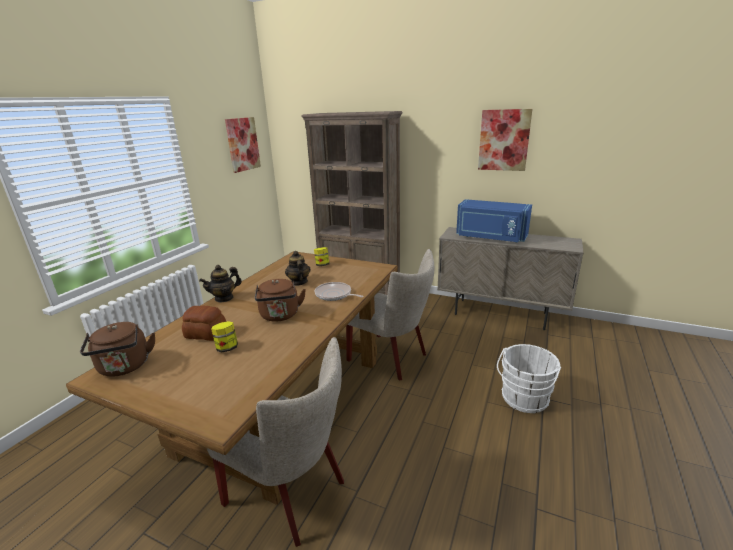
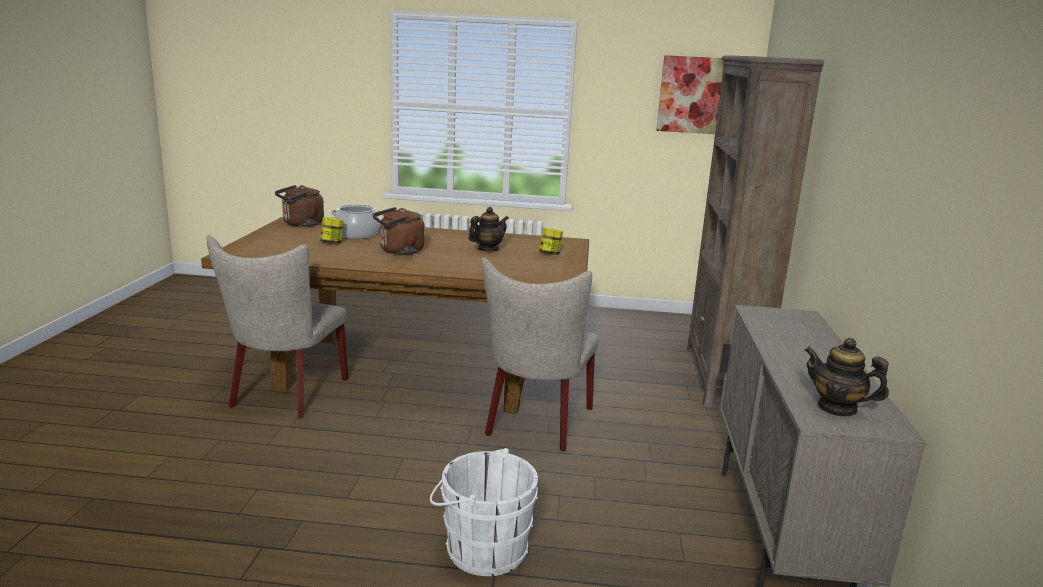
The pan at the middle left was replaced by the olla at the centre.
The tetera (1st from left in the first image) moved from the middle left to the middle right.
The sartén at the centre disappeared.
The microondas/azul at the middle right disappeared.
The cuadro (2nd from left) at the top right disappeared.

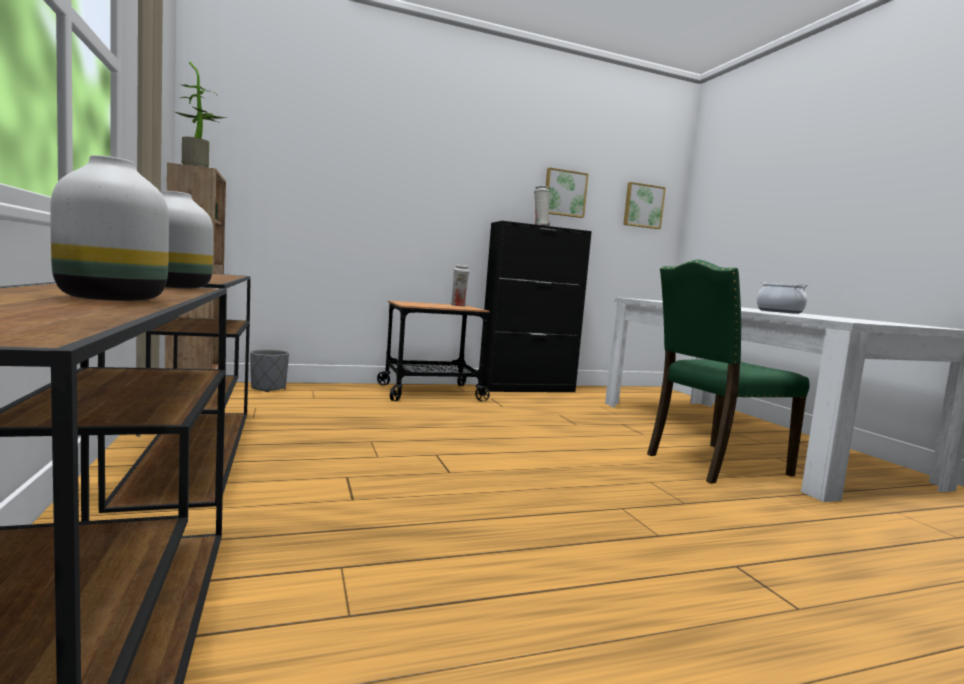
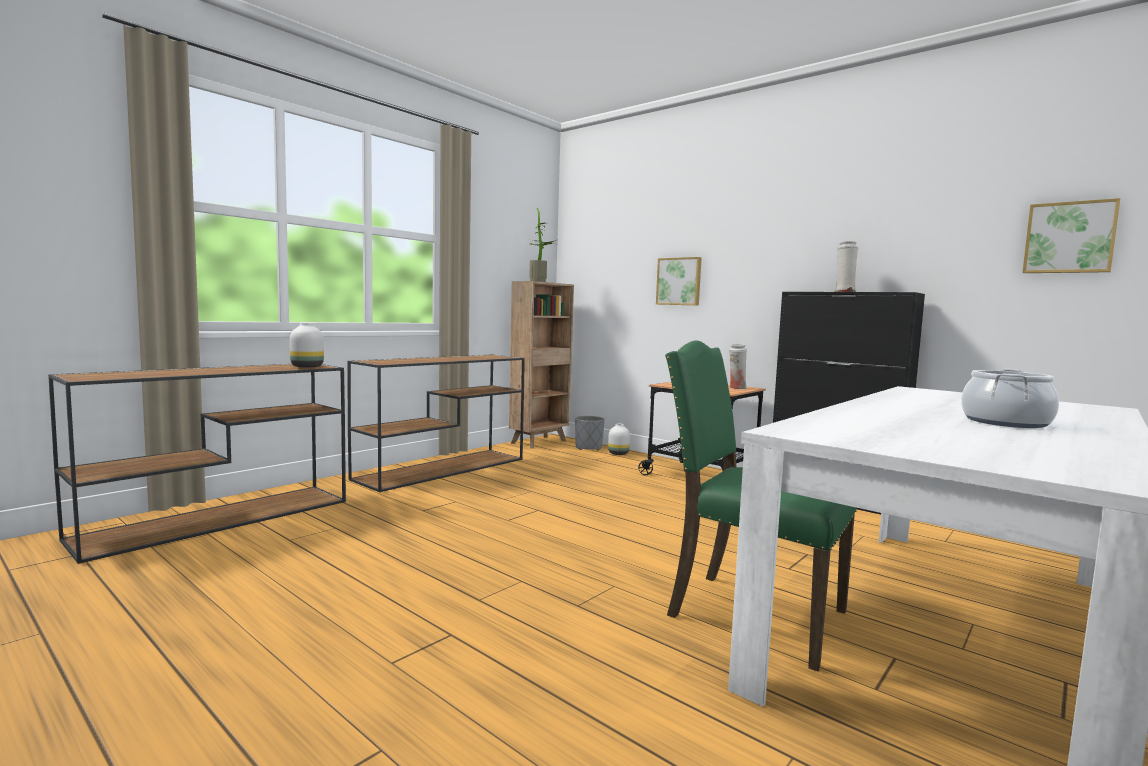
The florero/blanco (1st from left in the first image) moved from the middle left to the centre.
The cuadro (1st from left) moved from the top centre to the centre.

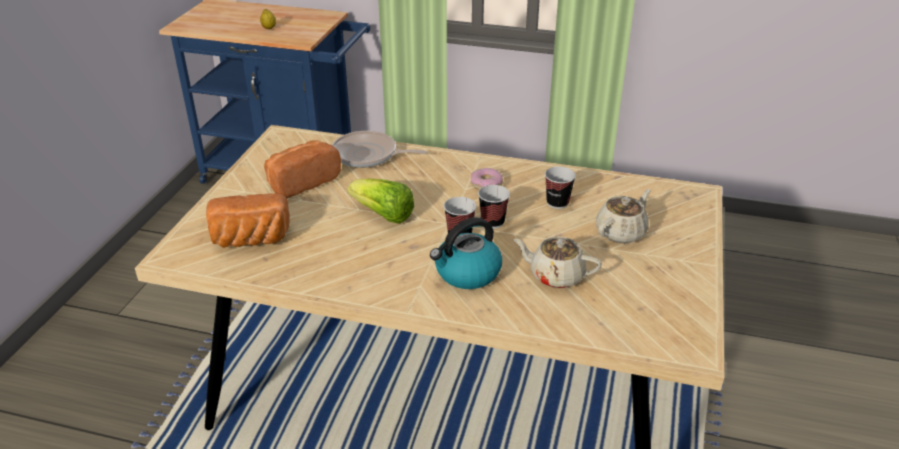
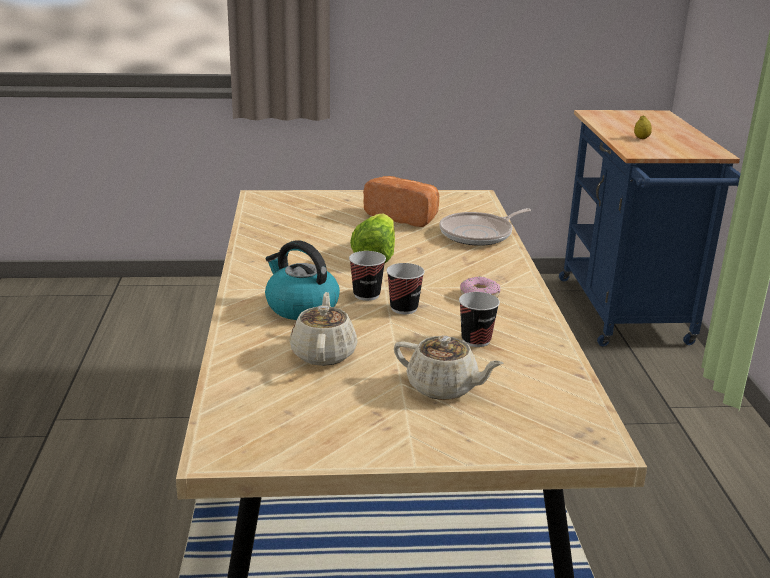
The sartén at the top centre turned 120 degrees counterclockwise.
The pan (1st from left) at the middle left disappeared.

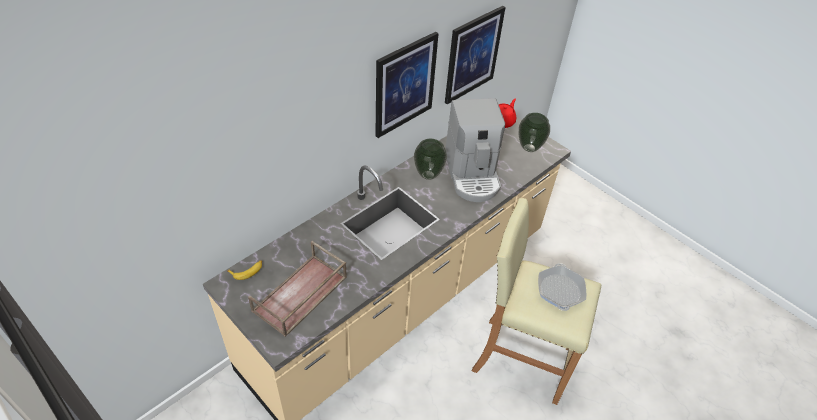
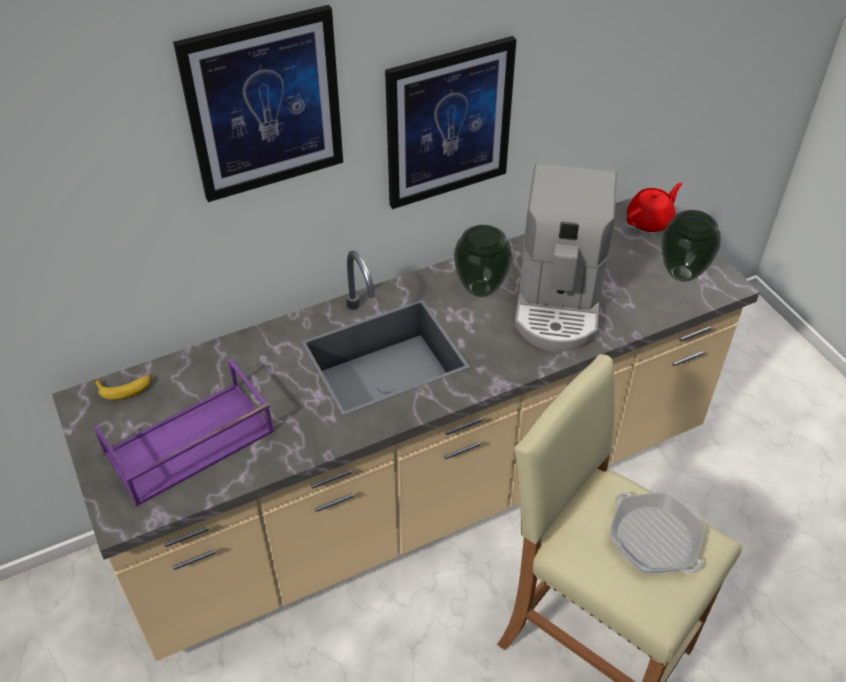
The bandeja/marrón at the bottom centre became the bandeja/morado at the middle left.
The cuadro (2nd from left in the first image) moved from the top centre to the top left.
The sartén at the bottom right turned 60 degrees counterclockwise.

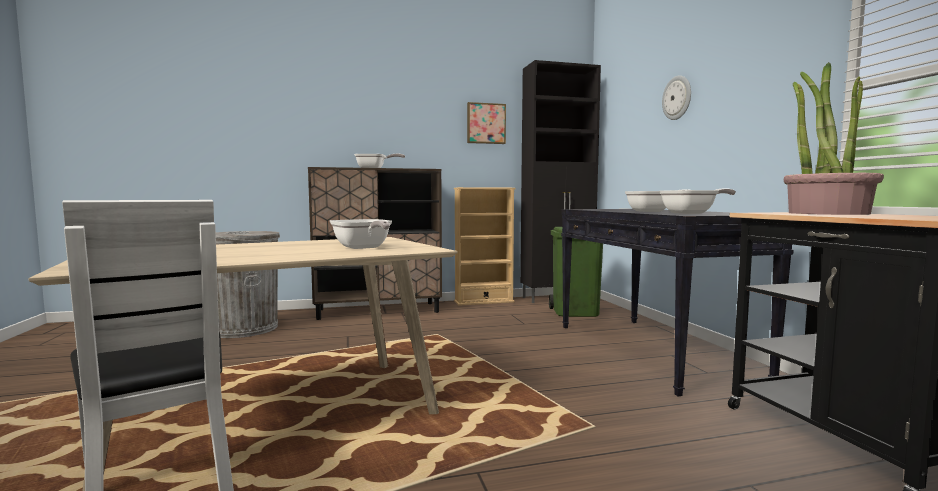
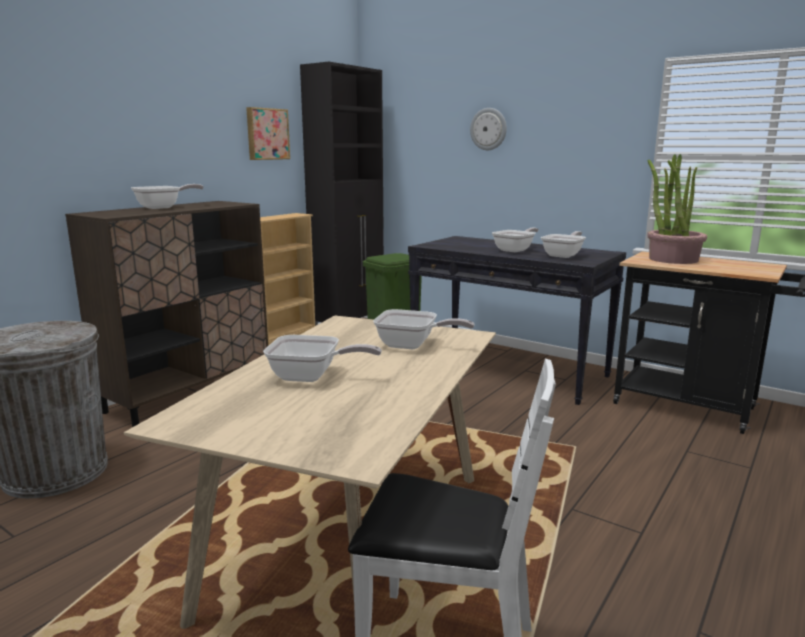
The sartén (2nd from left) at the centre appeared.

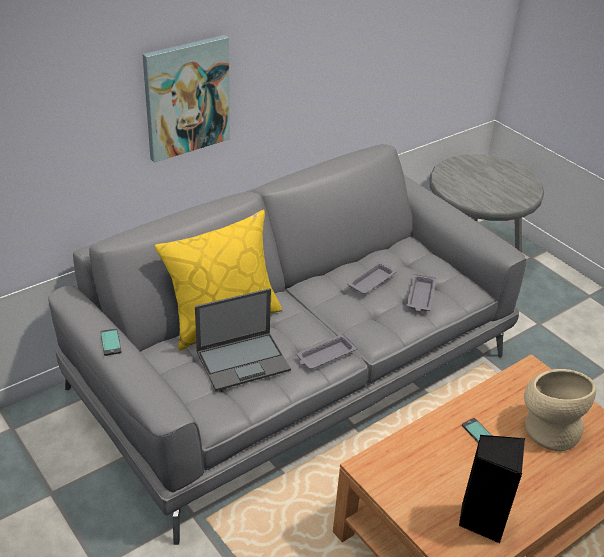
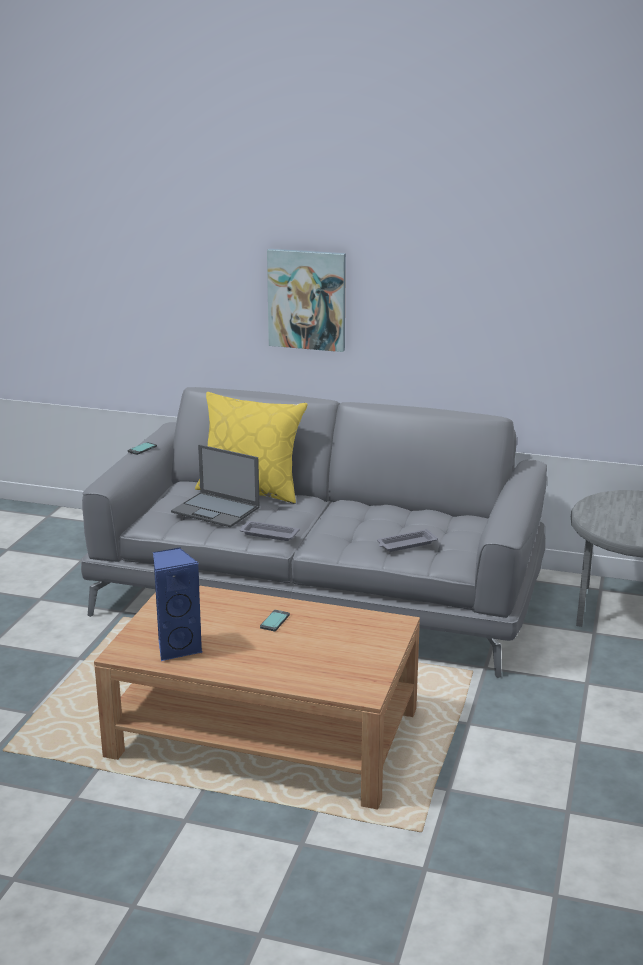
The altavoz/negro at the bottom right became the altavoz/azul at the middle left.
The bandeja/gris (2nd from left) at the centre disappeared.
The florero/beis at the bottom right disappeared.

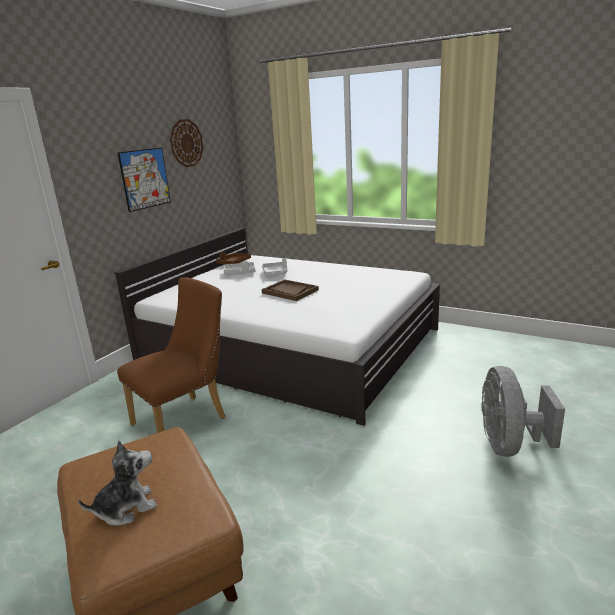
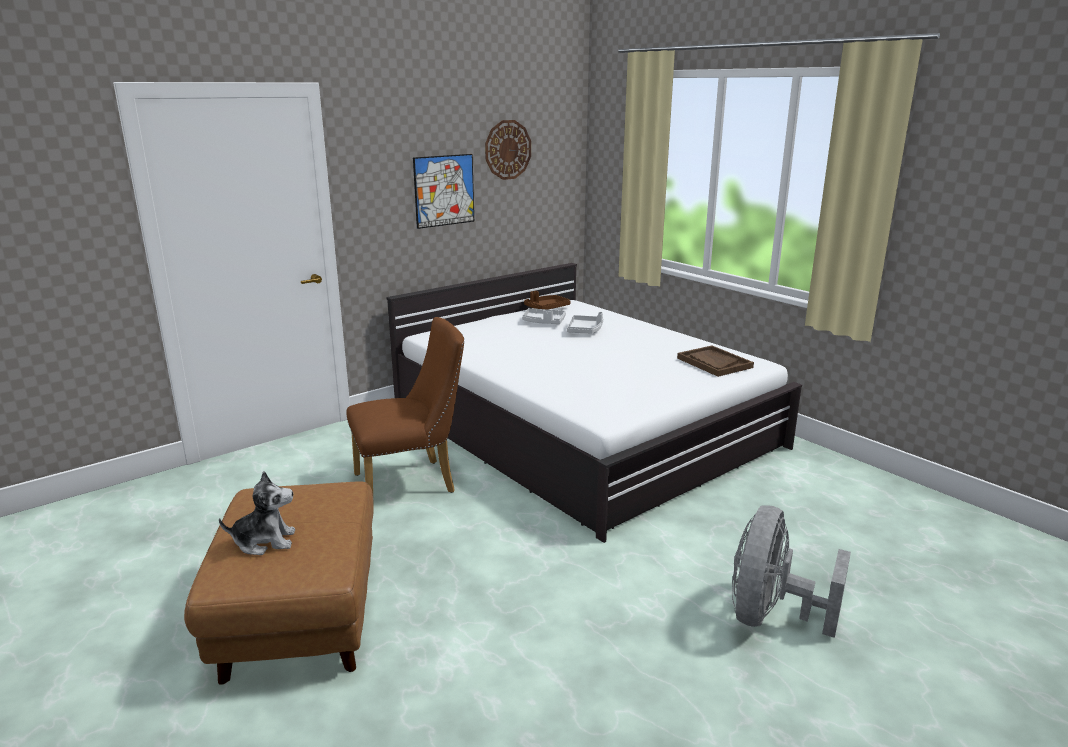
The bandeja/marrón (2nd from left) moved from the centre to the middle right.

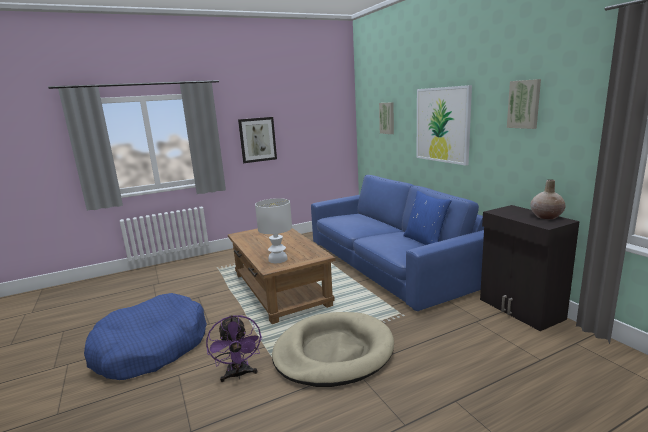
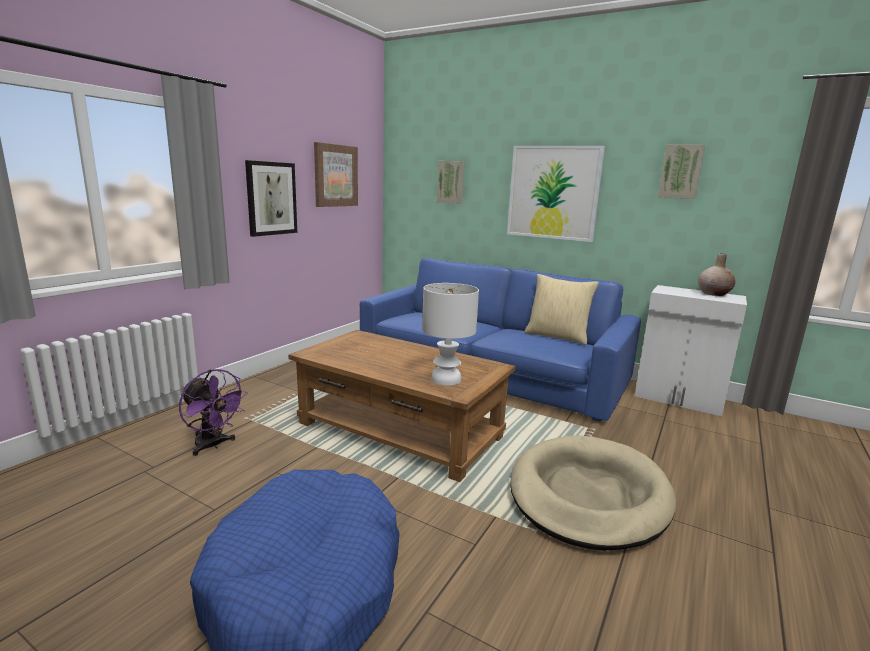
The ventilador/morado moved from the bottom centre to the middle left.
The cuadro (2nd from left) at the top centre appeared.
The cojín/azul at the centre became the cojín/beis at the centre.
The armario/negro at the middle right became the armario/blanco at the middle right.

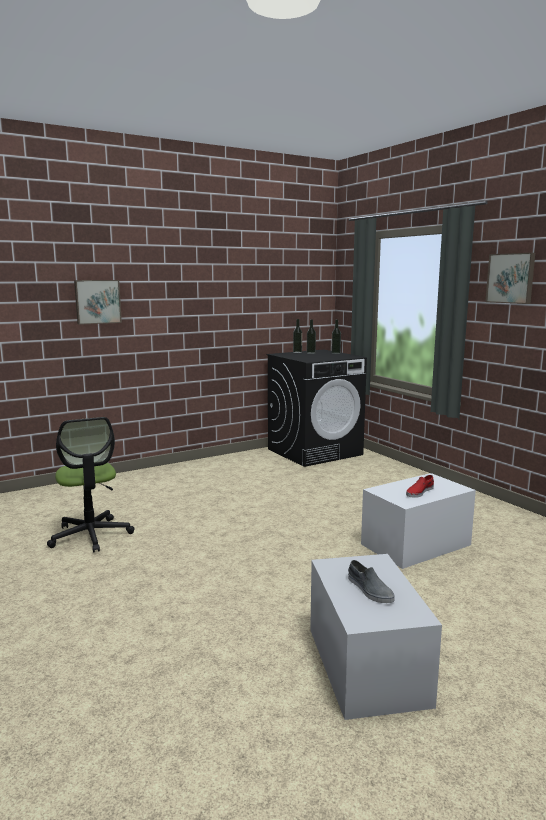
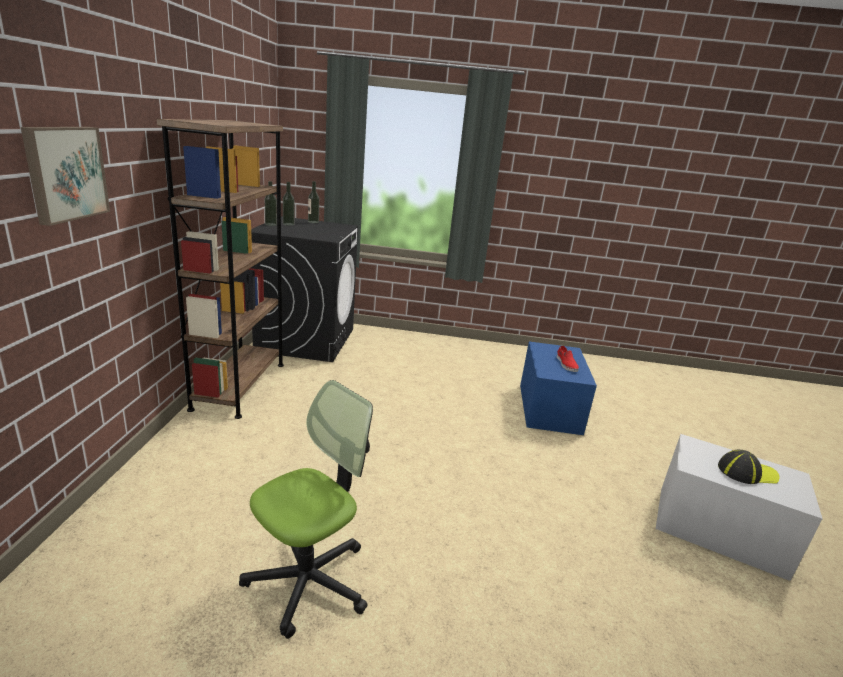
The estantería/marrón at the middle left appeared.
The silla de oficina at the middle left turned 60 degrees counterclockwise.
The caja de almacenaje/blanco (2nd from left) at the middle right became the caja de almacenaje/azul at the centre.
The zapato/gris at the bottom right was replaced by the gorra at the bottom right.
The cuadro (2nd from left) at the middle right disappeared.

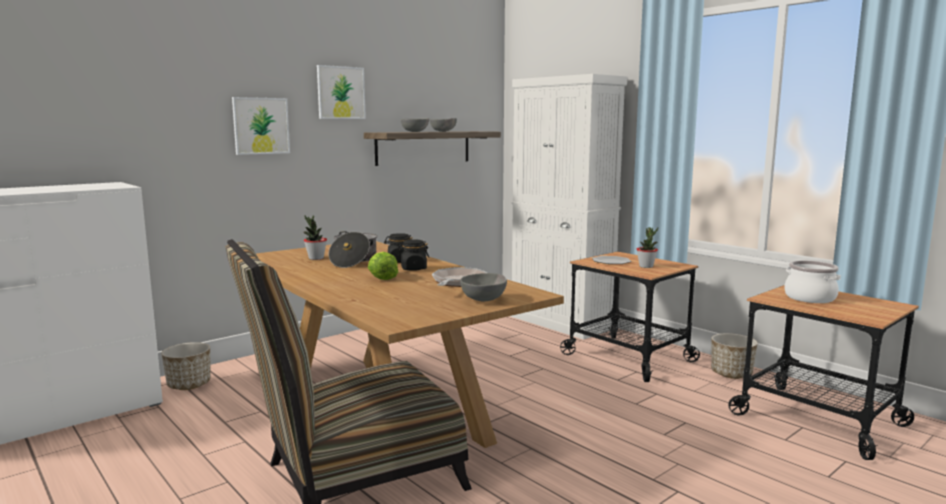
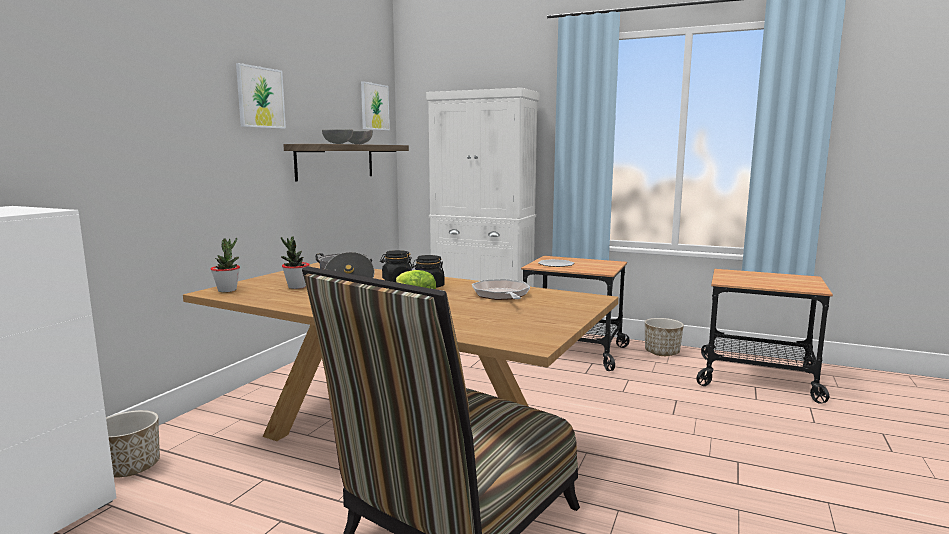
The planta en maceta (2nd from left in the first image) moved from the middle right to the middle left.
The cuadro (1st from left in the first image) moved from the top left to the top centre.
The cuenco/gris (3rd from left) at the centre disappeared.
The olla (2nd from left) at the middle right disappeared.

